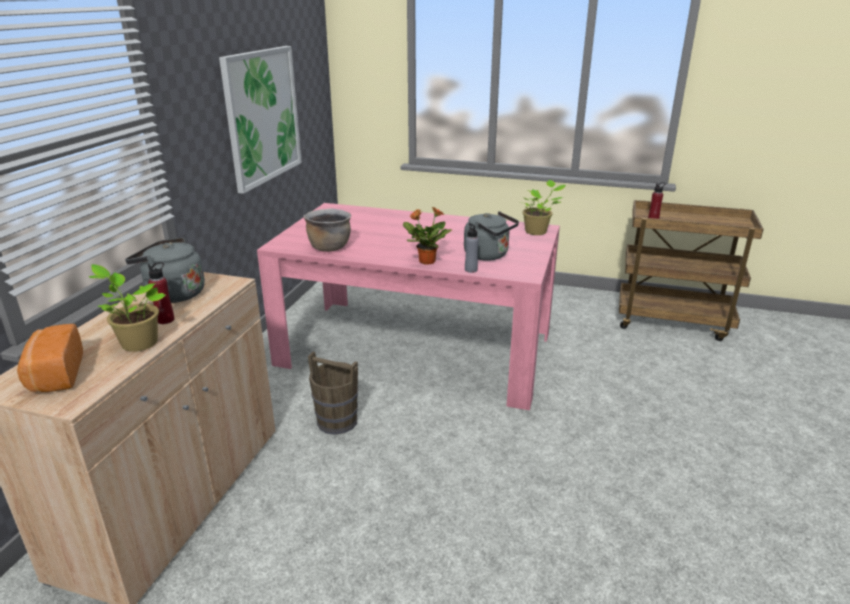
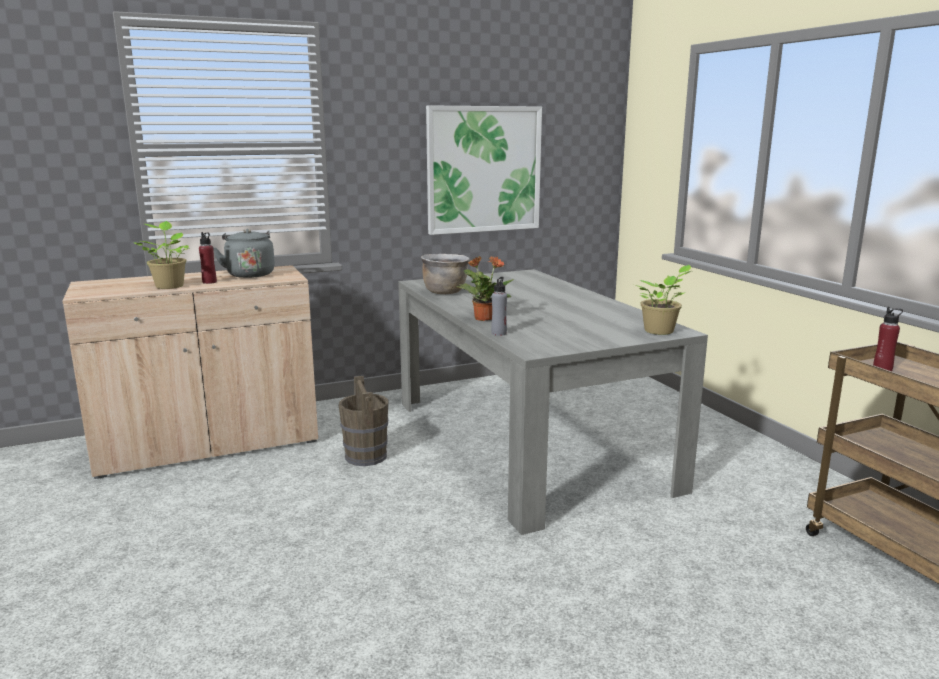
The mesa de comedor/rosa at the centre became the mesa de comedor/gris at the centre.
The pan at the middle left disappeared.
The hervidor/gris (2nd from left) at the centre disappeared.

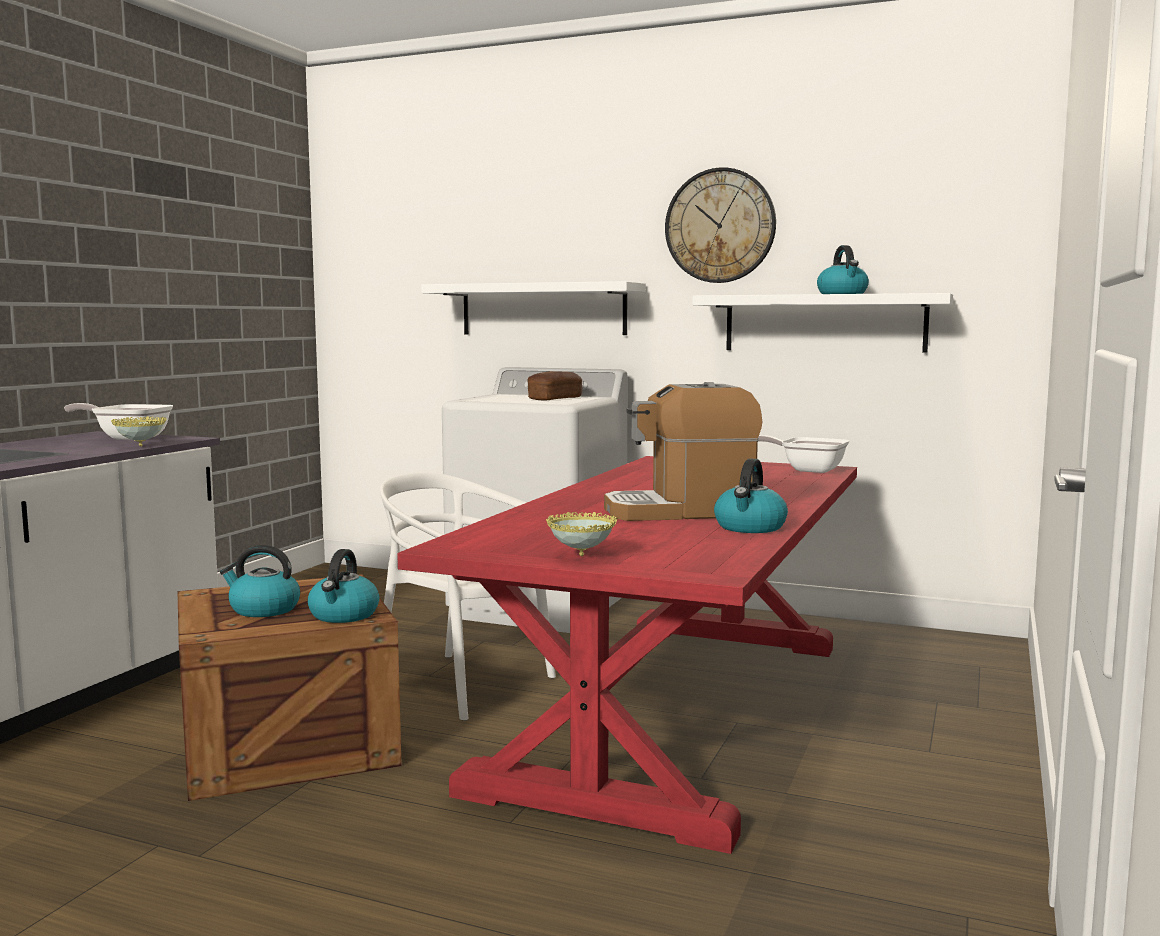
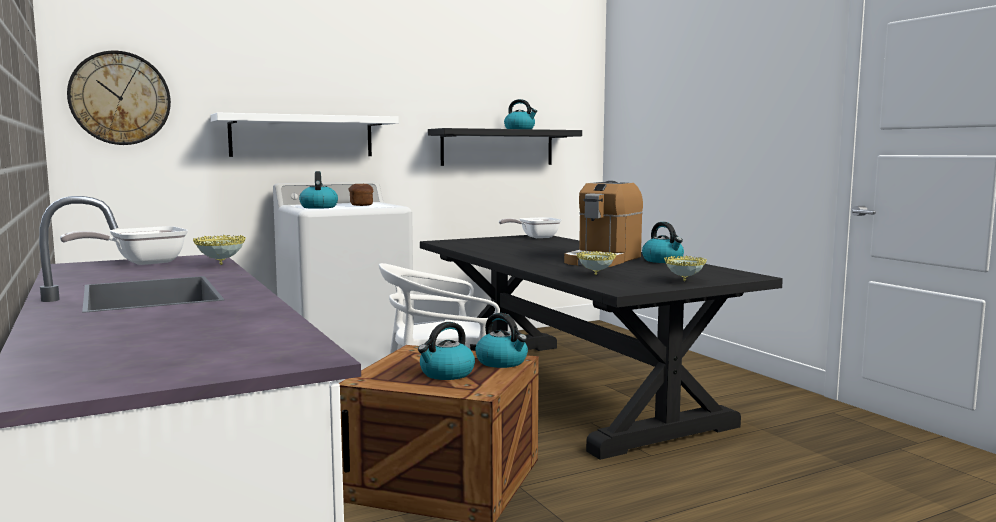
The reloj de pared moved from the top centre to the top left.
The hervidor (1st from left) at the middle left appeared.
The mesa de comedor/rojo at the bottom centre became the mesa de comedor/negro at the centre.
The estante/blanco (2nd from left) at the middle right became the estante/negro at the top centre.
The cuenco (2nd from left) at the centre appeared.

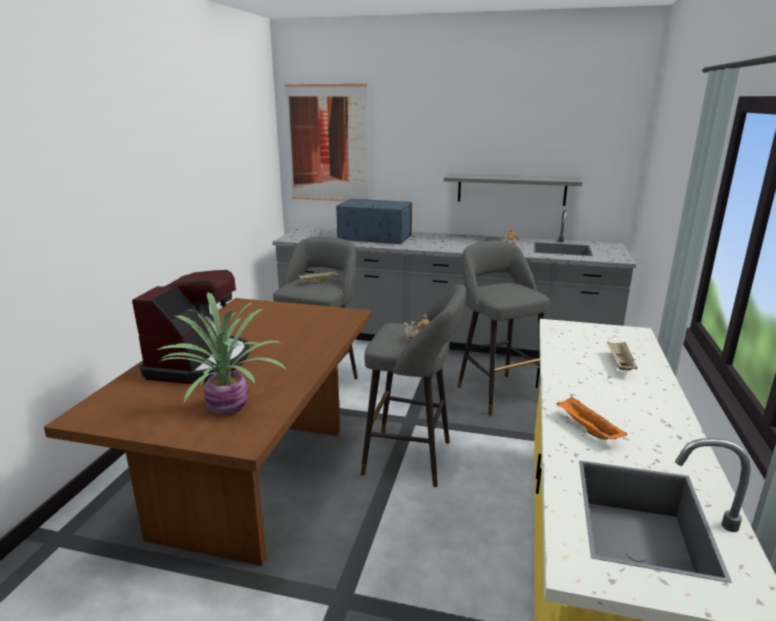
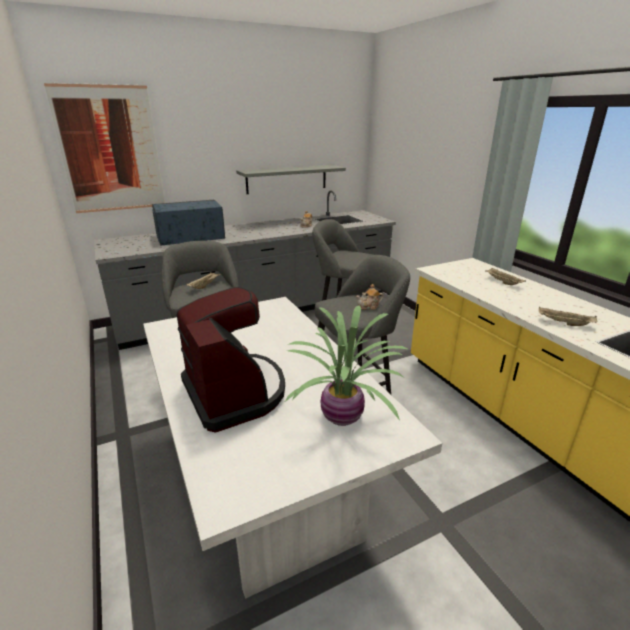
The mesa de comedor/marrón at the bottom left became the mesa de comedor/blanco at the bottom centre.
The bandeja/naranja at the bottom right became the bandeja/beis (3rd from left) at the middle right.

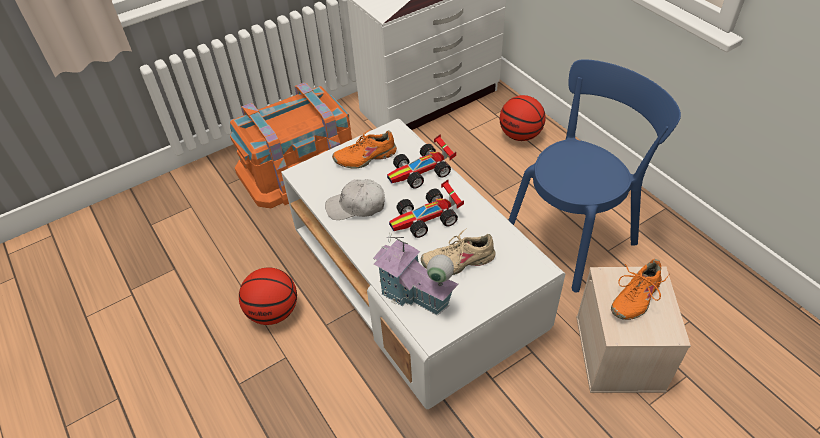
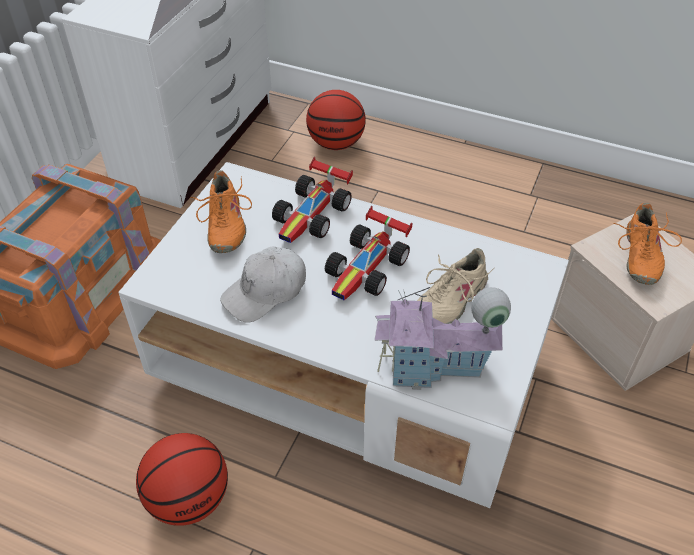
The zapato/naranja (1st from left) at the centre turned 45 degrees counterclockwise.
The silla/azul at the middle right disappeared.

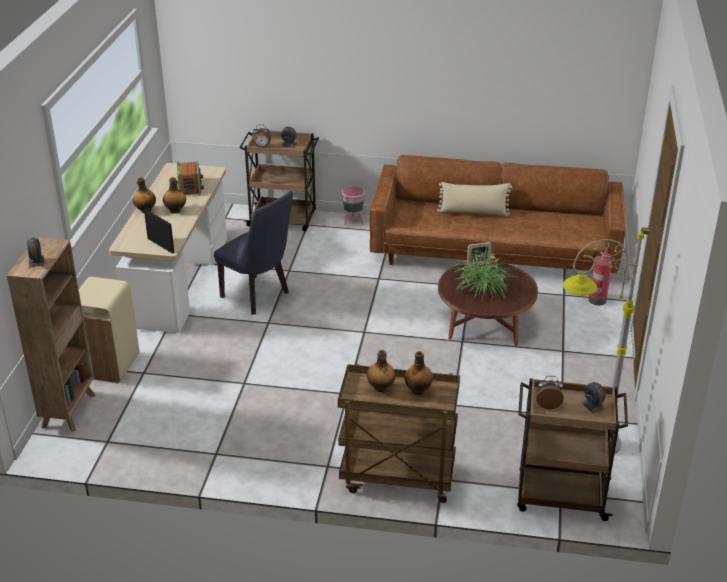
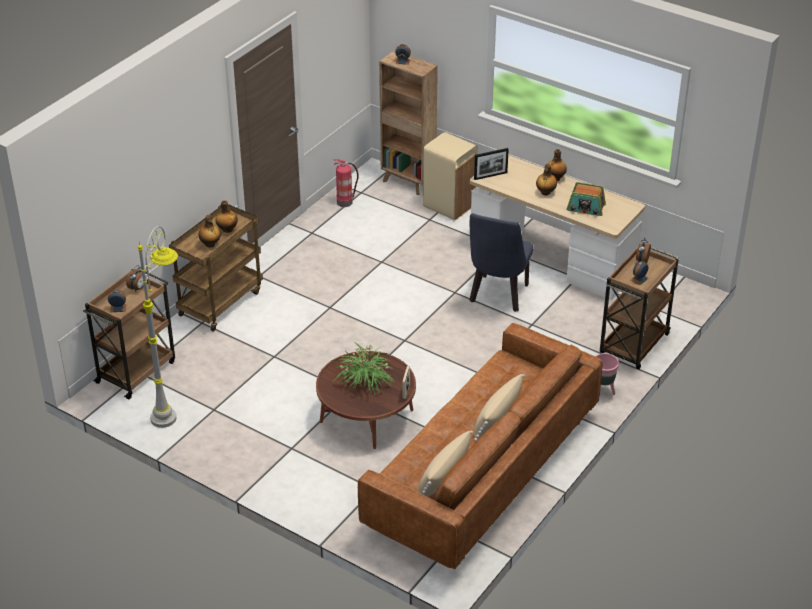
The extintor moved from the middle right to the top centre.
The cojín/beis (1st from left) at the bottom centre appeared.
The silla/azul at the centre turned 45 degrees counterclockwise.

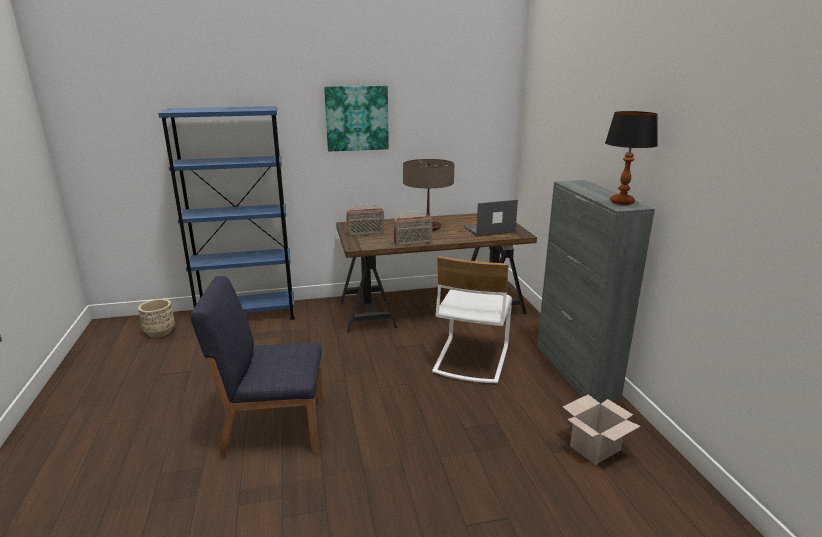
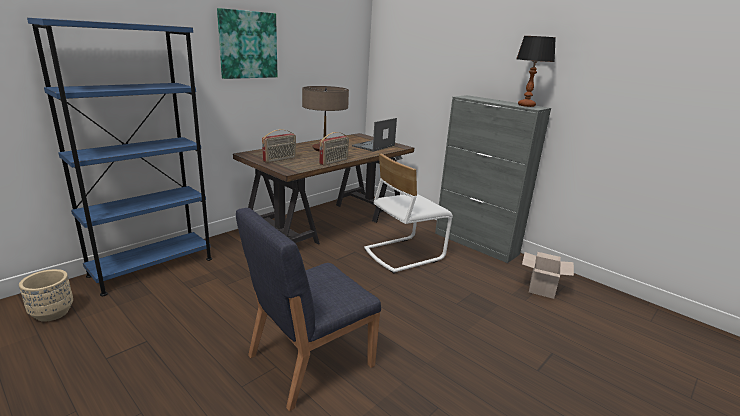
The silla/blanco at the centre turned 75 degrees clockwise.

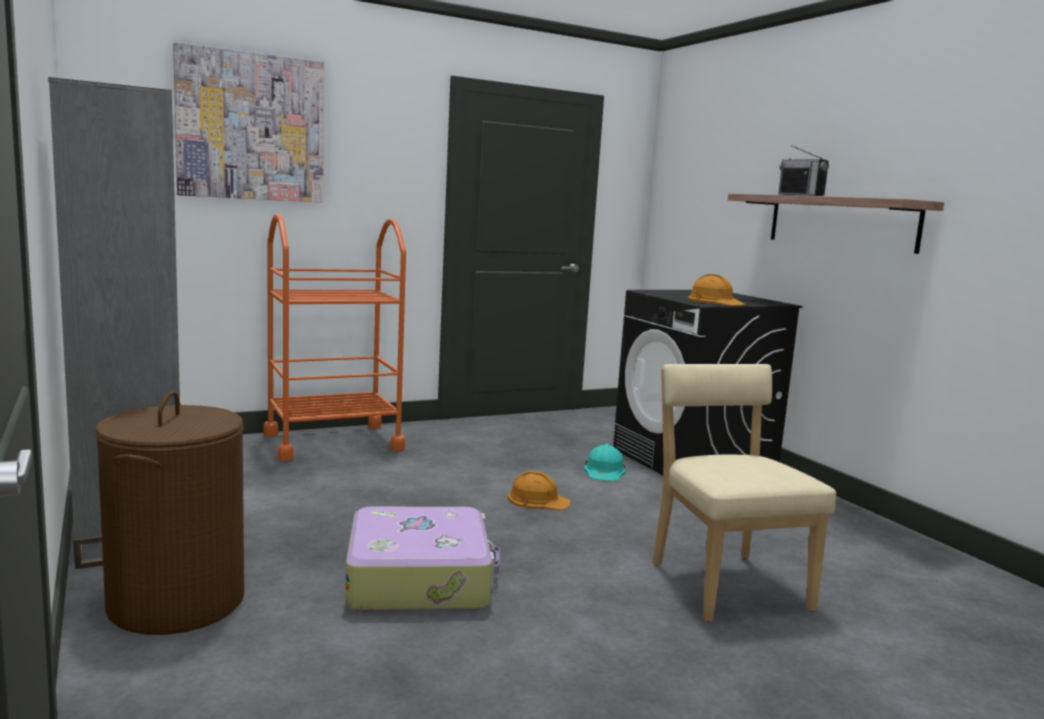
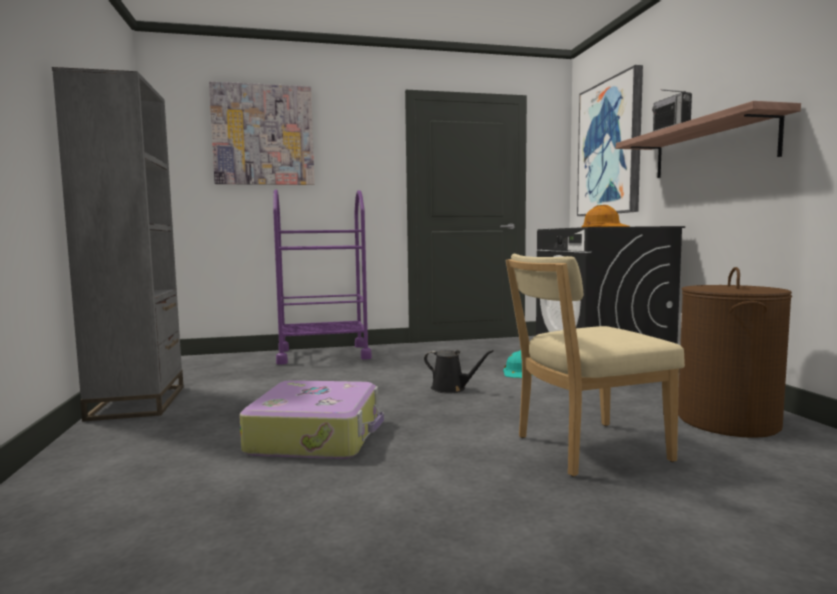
The carrito/naranja at the middle left became the carrito/morado at the centre.
The casco/naranja (1st from left) at the bottom centre was replaced by the regadera/negro at the centre.
The silla/beis at the bottom right turned 105 degrees counterclockwise.
The cuadro (2nd from left) at the top right appeared.
The cesto de la ropa/marrón moved from the bottom left to the middle right.

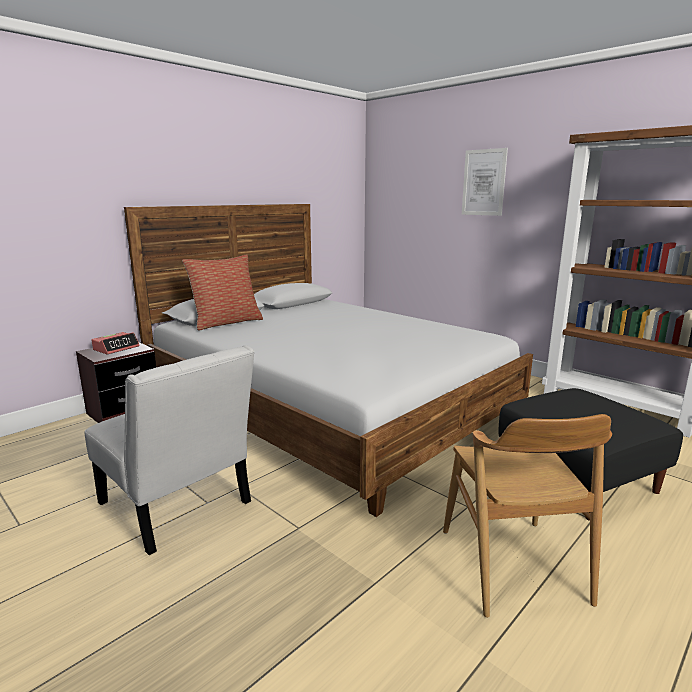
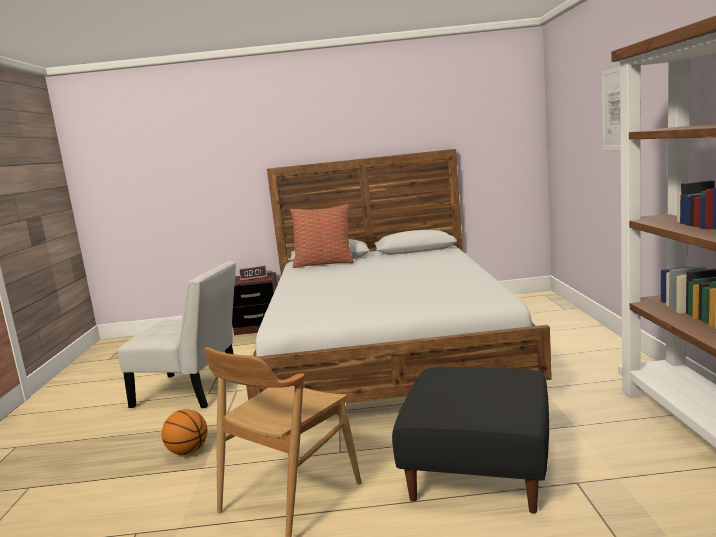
The silla/blanco at the middle left turned 75 degrees counterclockwise.
The balón de baloncesto at the bottom left appeared.

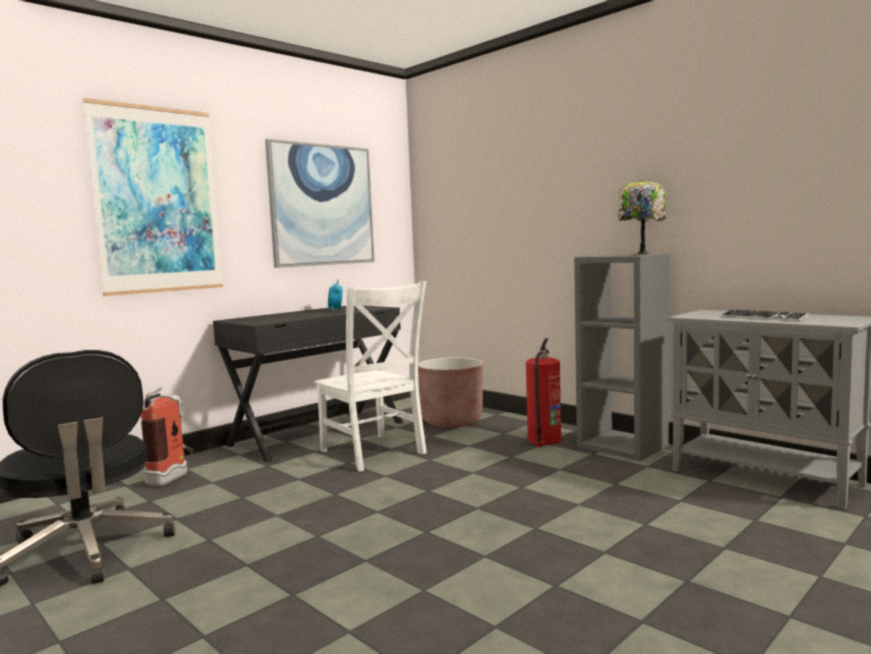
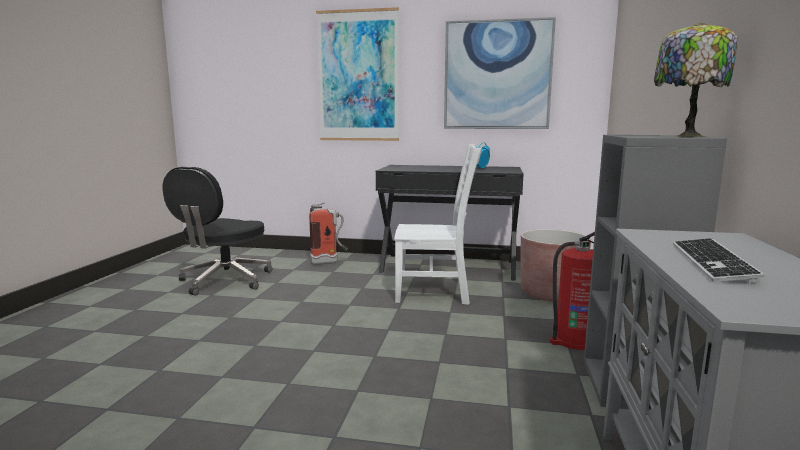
The silla/blanco at the centre turned 105 degrees counterclockwise.

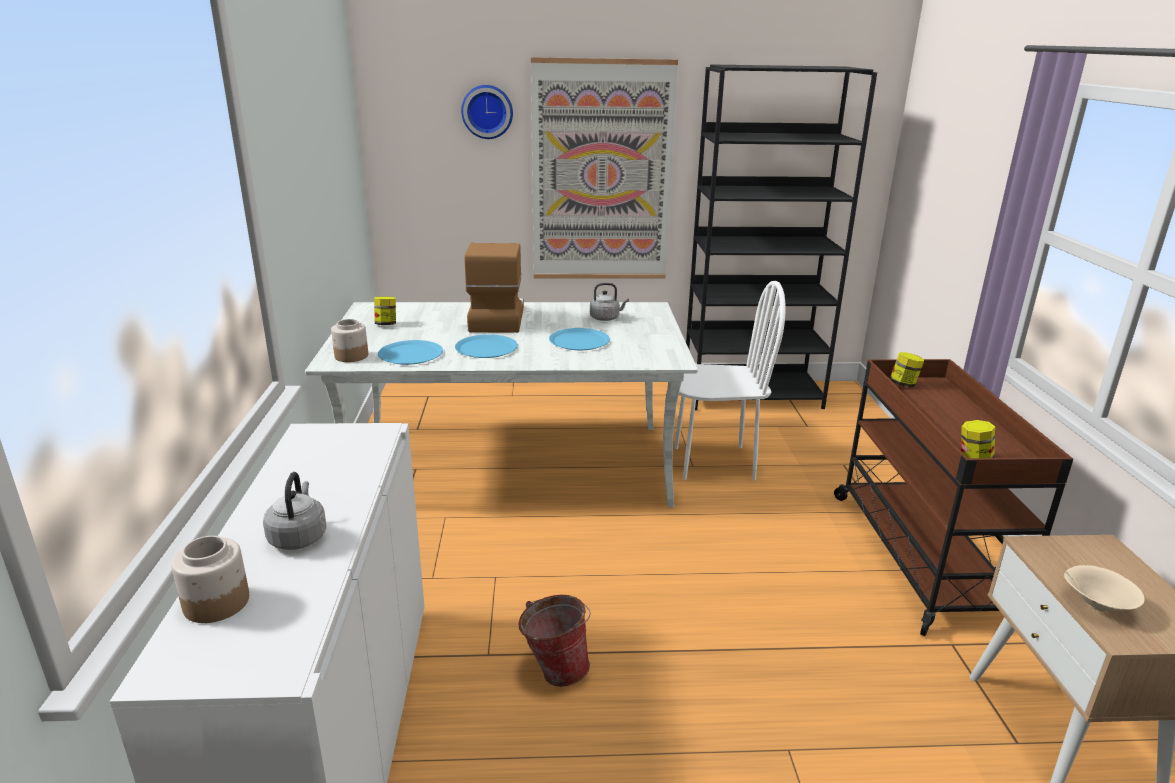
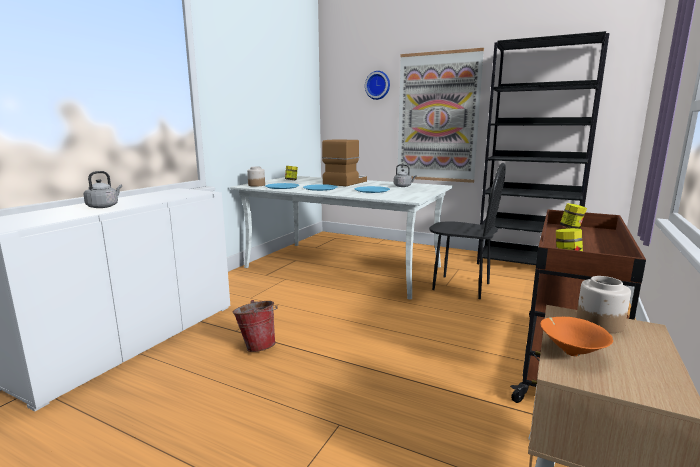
The silla/blanco at the centre became the silla/negro at the middle right.
The cuenco/beis at the bottom right became the cuenco/naranja at the bottom right.
The tarro (1st from left in the first image) moved from the bottom left to the middle right.

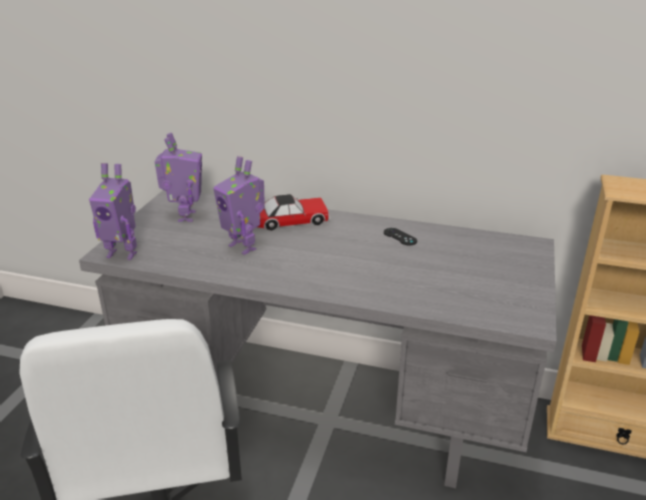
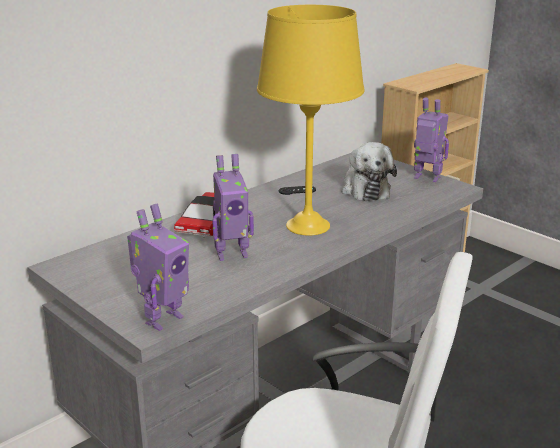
The lámpara de mesa/amarillo at the top centre appeared.
The peluche at the centre appeared.
The robot de juguete (2nd from left in the first image) moved from the middle left to the top right.

